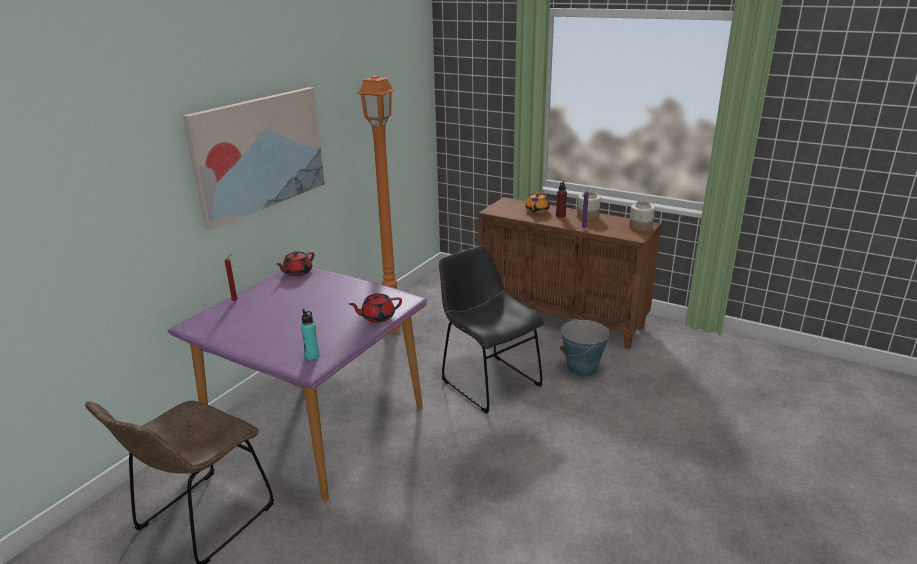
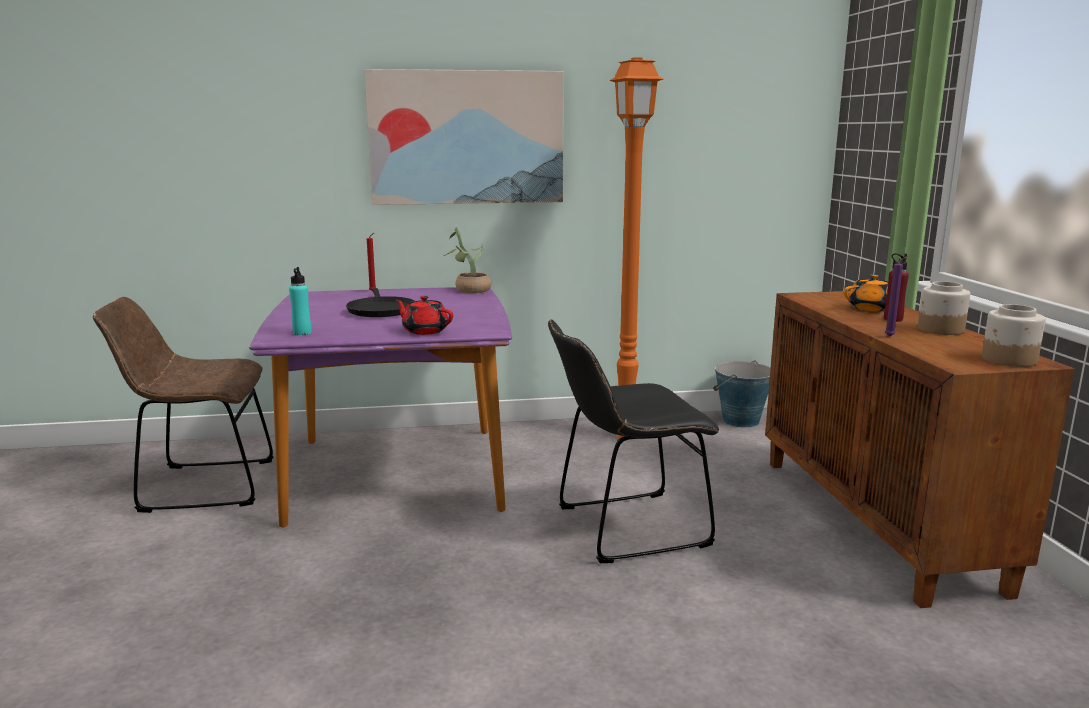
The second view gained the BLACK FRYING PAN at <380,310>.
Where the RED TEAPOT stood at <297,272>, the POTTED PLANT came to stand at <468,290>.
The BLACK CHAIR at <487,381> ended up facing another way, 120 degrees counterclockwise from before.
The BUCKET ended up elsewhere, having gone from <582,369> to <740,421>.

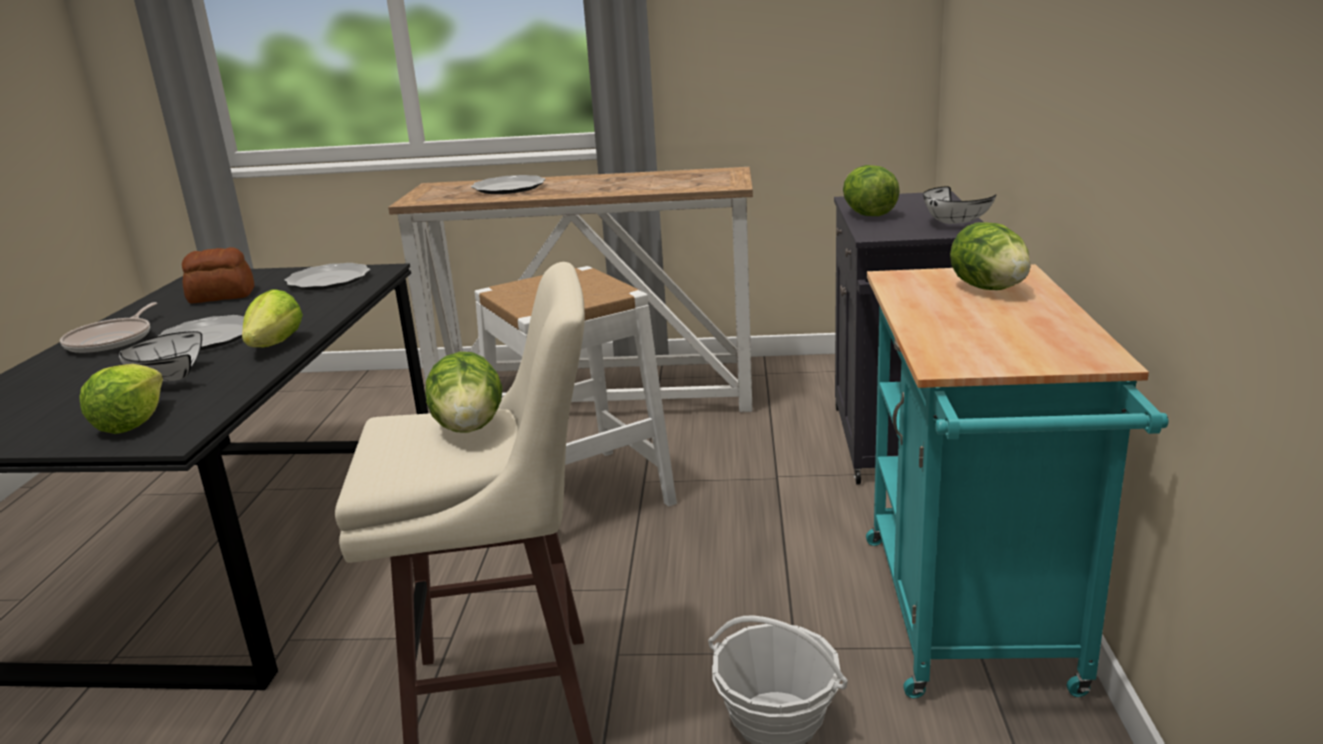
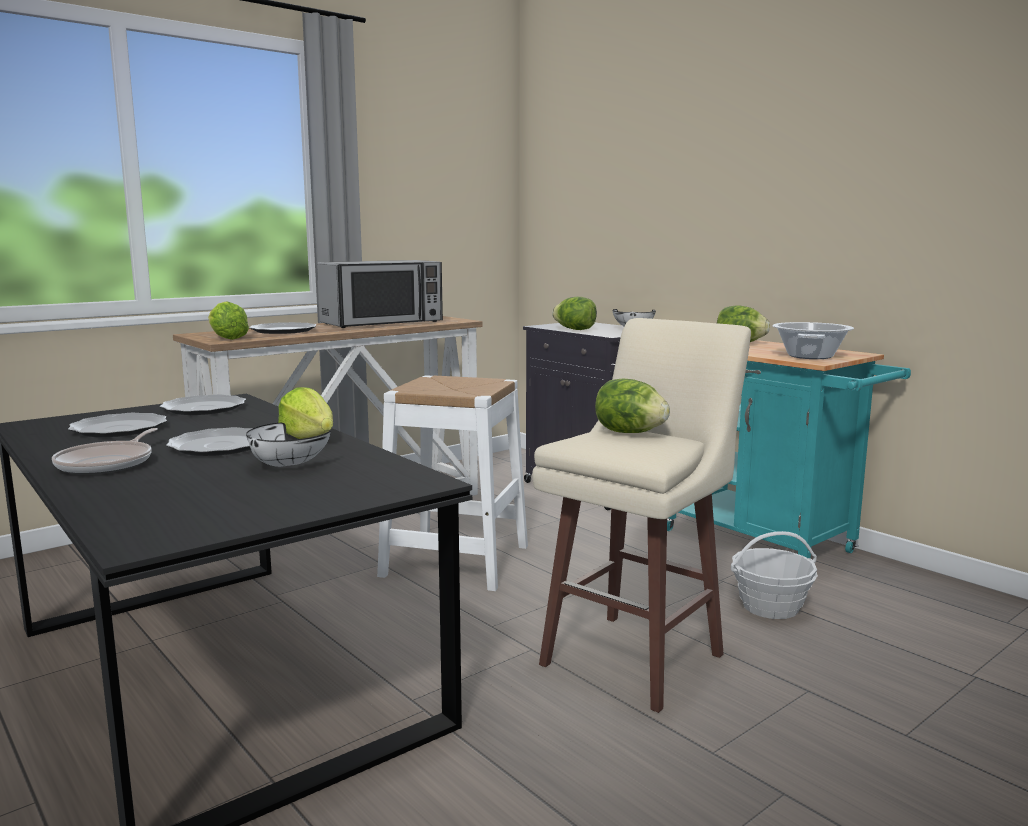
The FRYING PAN at <113,340> ended up facing another way, 45 degrees clockwise from before.
Where the BREAD stood at <222,296>, the PLATE came to stand at <120,429>.
The LETTUCE ended up elsewhere, having gone from <132,422> to <227,338>.
The second view gained the MICROWAVE at <383,322>.
The second view gained the COOKING POT at <809,356>.

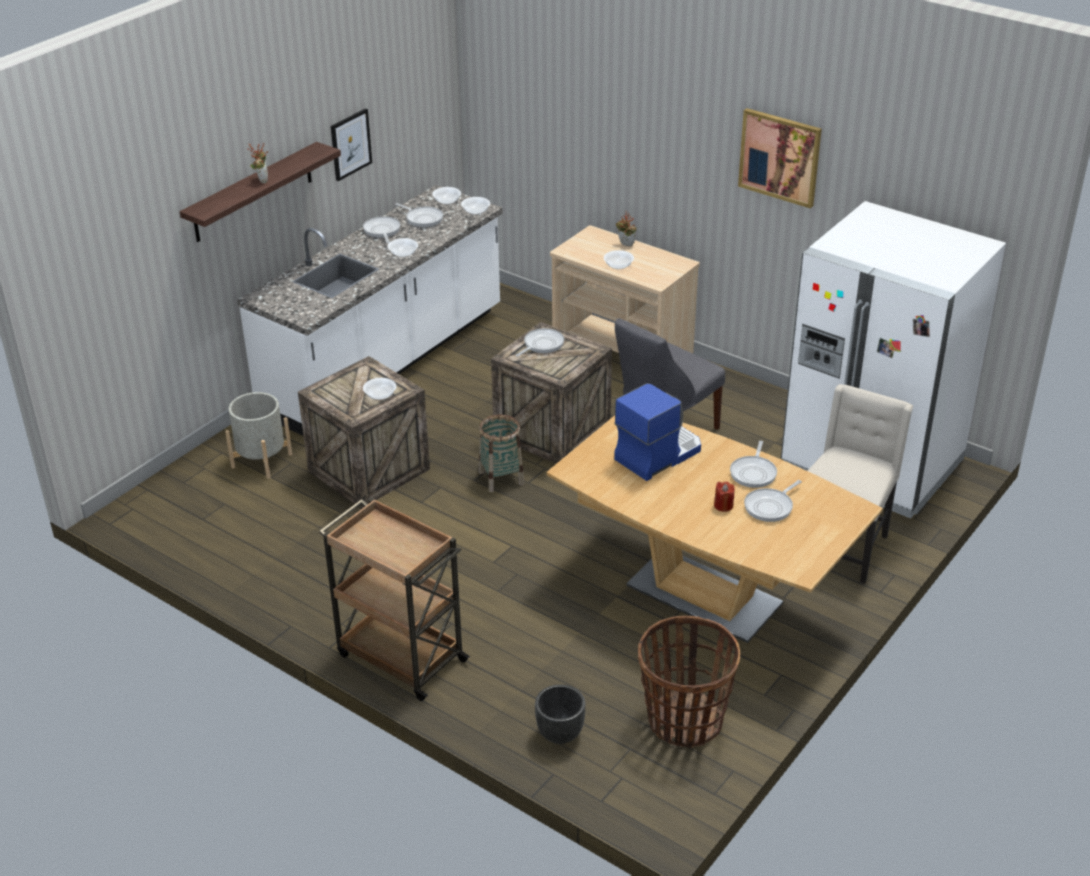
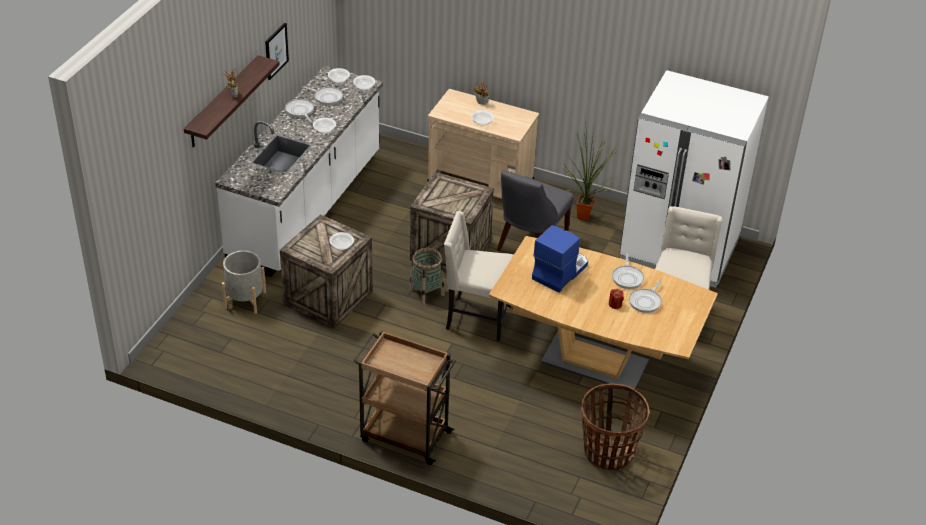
The second view gained the BEIGE CHAIR at <476,318>.
The second view gained the POTTED PLANT at <584,215>.
The second view lost the FRYING PAN at <541,345>.
The second view lost the BLACK PLANTER at <560,734>.
The second view lost the PICTURE at <780,157>.

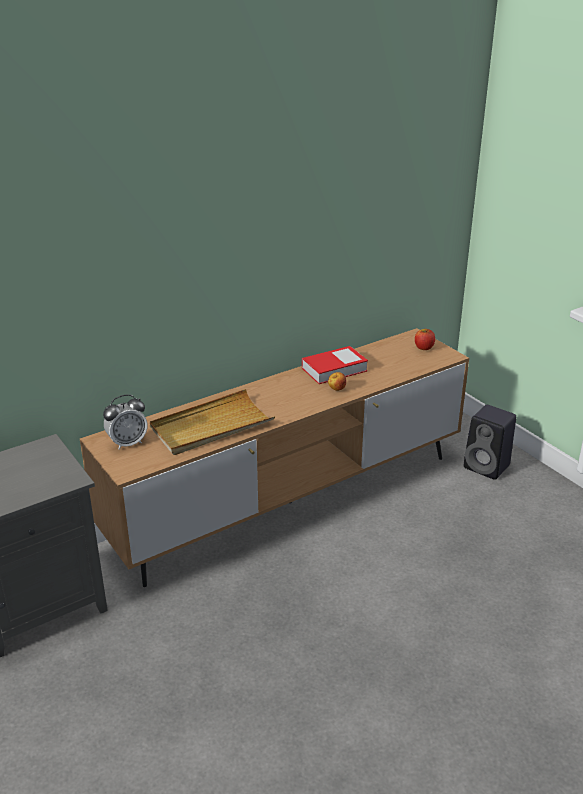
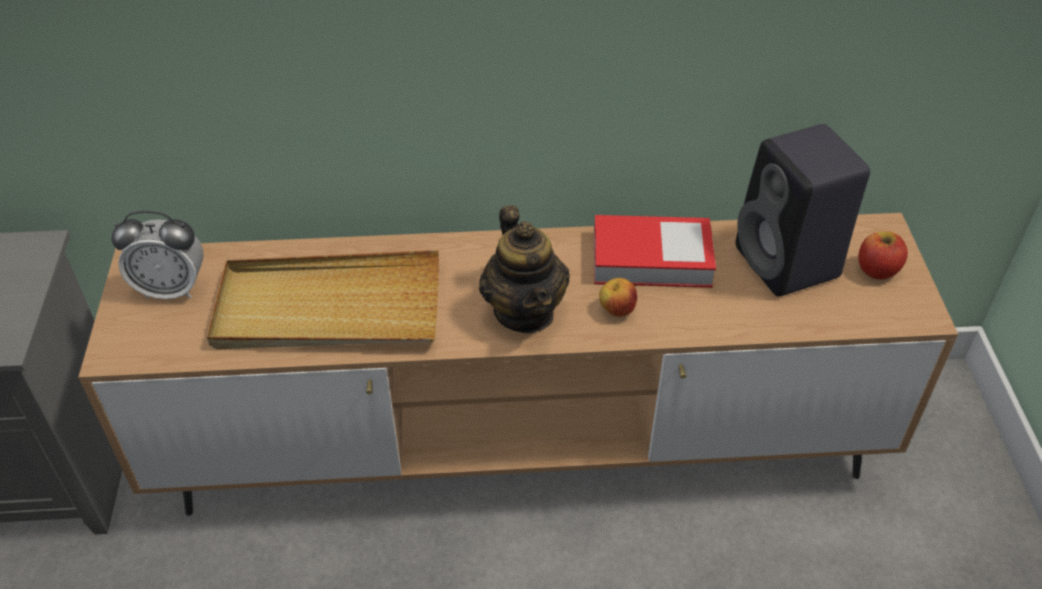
The second view gained the TEAPOT at <525,311>.
The BLACK SPEAKER ended up elsewhere, having gone from <488,467> to <789,264>.

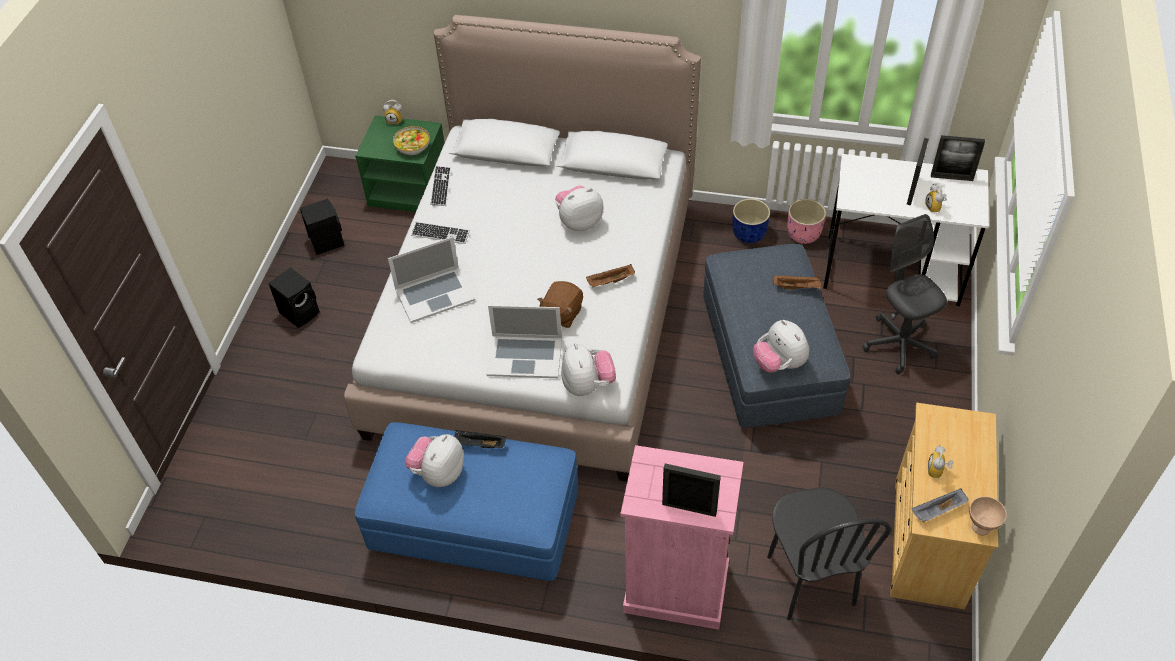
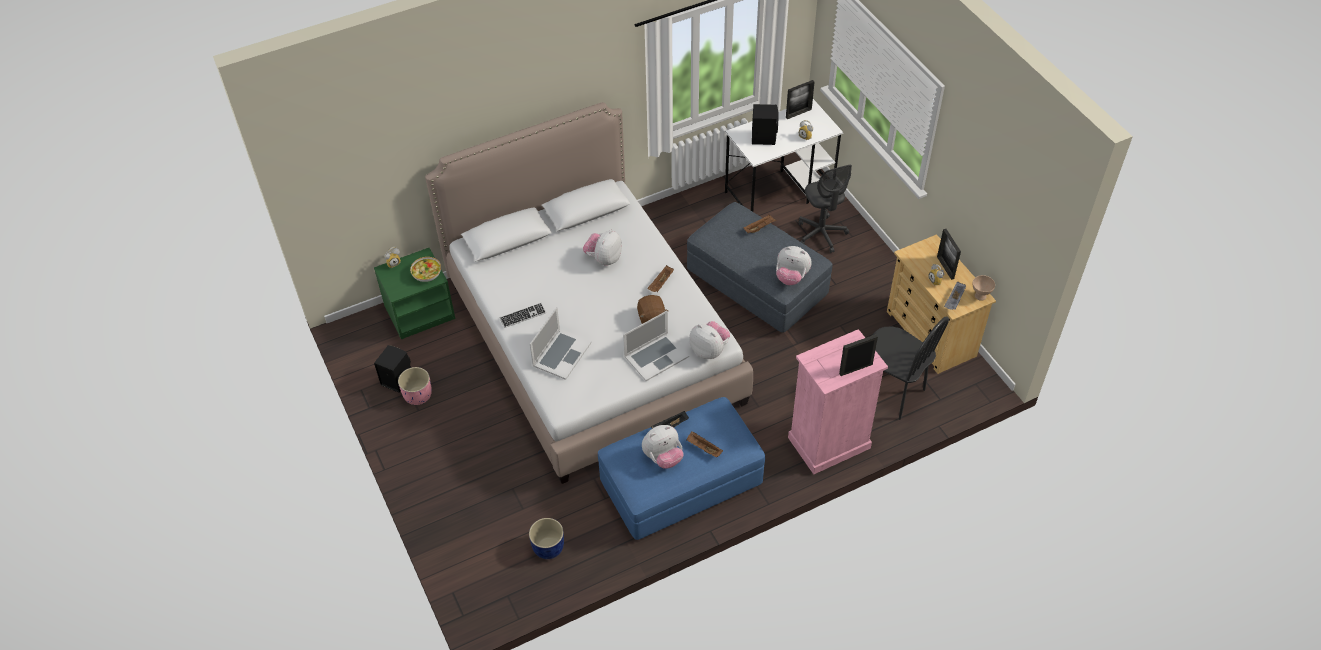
The PINK PLANTER ended up elsewhere, having gone from <804,234> to <418,395>.
The BLUE PLANTER ended up elsewhere, having gone from <748,233> to <548,547>.
The PLUSH TOY at <438,473> ended up facing another way, 105 degrees counterclockwise from before.
The second view gained the BROWN TRAY at <703,448>.
The BLACK SPEAKER ended up elsewhere, having gone from <301,312> to <763,137>.
The GREY OFFICE CHAIR at <899,344> ended up facing another way, 135 degrees counterclockwise from before.
The PICTURE FRAME ended up elsewhere, having gone from <912,191> to <945,267>.
The second view lost the KEYBOARD at <440,187>.

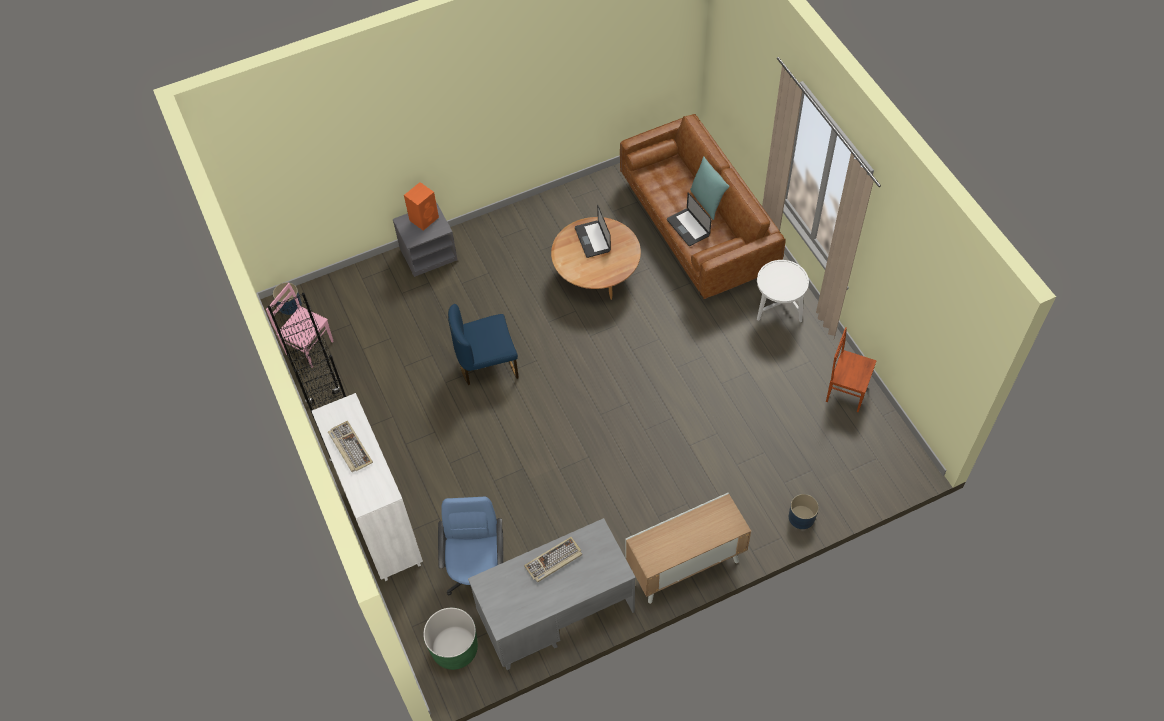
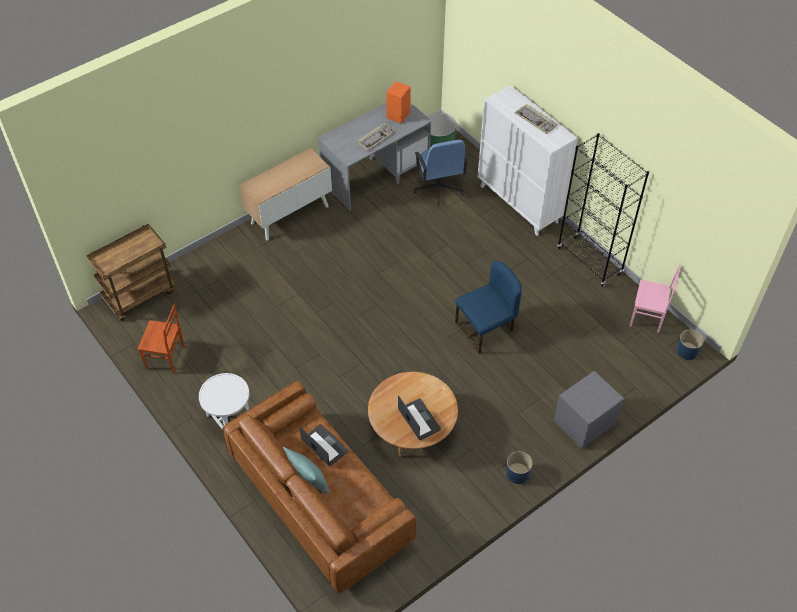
The second view gained the BROWN CART at <140,295>.
The ORANGE SPEAKER ended up elsewhere, having gone from <424,218> to <398,115>.
The BLUE PLANTER ended up elsewhere, having gone from <801,517> to <517,473>.

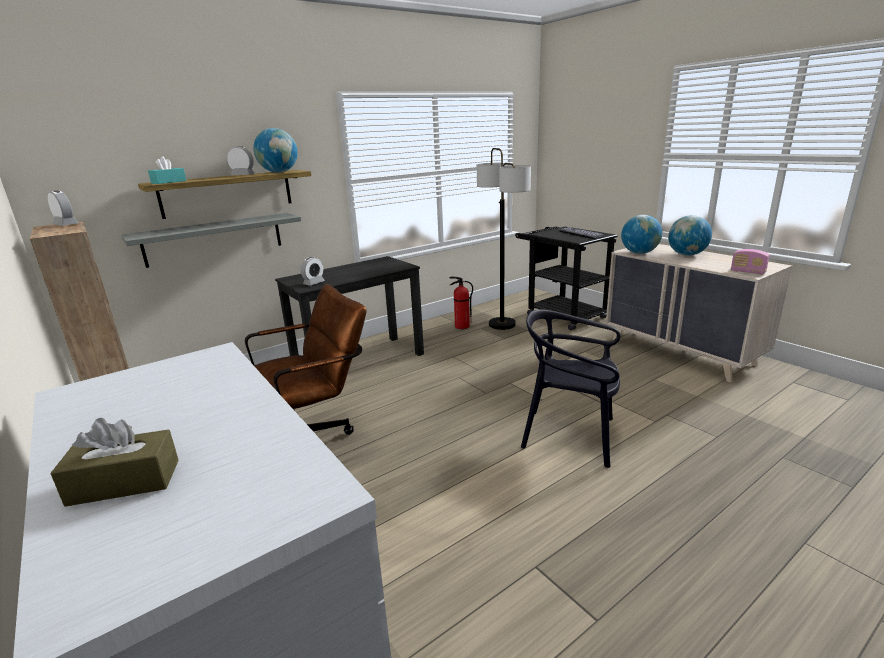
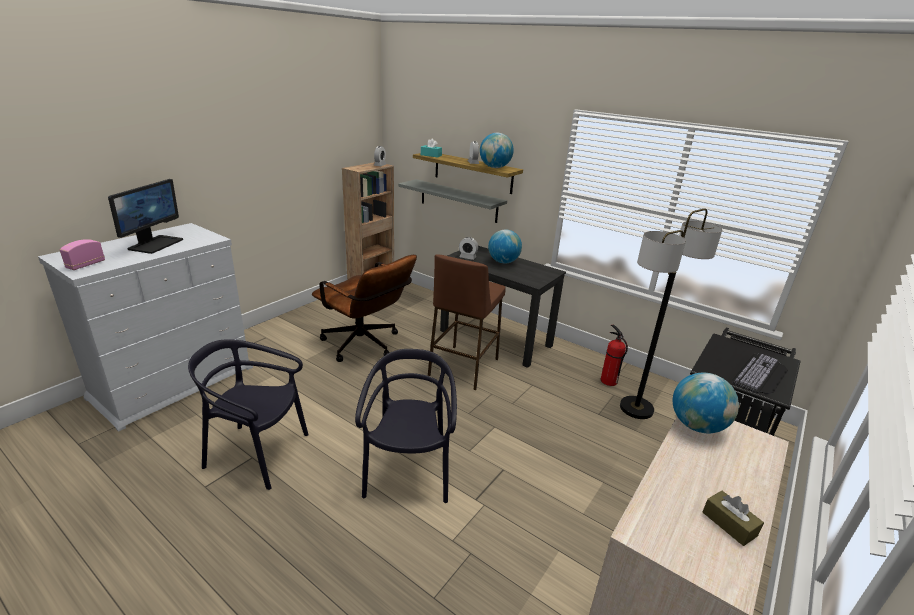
The RADIO ended up elsewhere, having gone from <747,272> to <86,265>.
The second view gained the MONITOR at <155,244>.
The second view gained the BLACK CHAIR at <257,453>.
The second view gained the BROWN STOOL at <463,367>.
The GLOBE ended up elsewhere, having gone from <687,255> to <503,262>.
The BROWN TISSUE BOX ended up elsewhere, having gone from <124,482> to <729,524>.

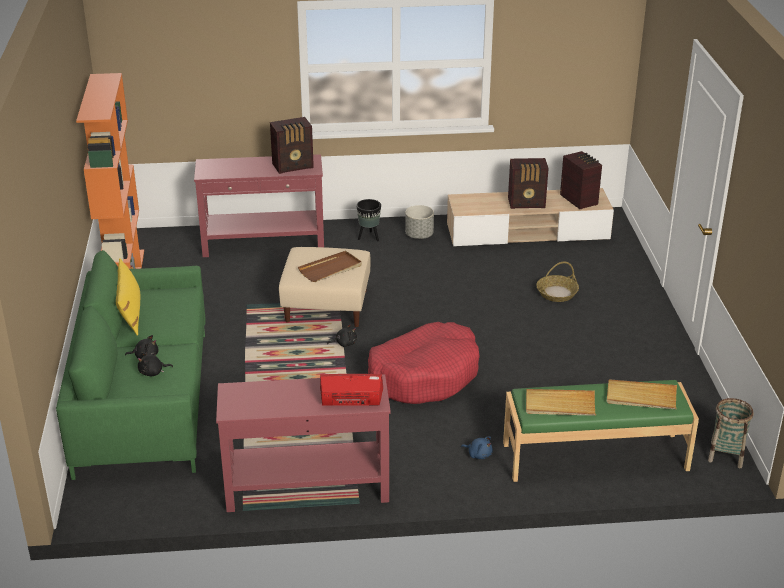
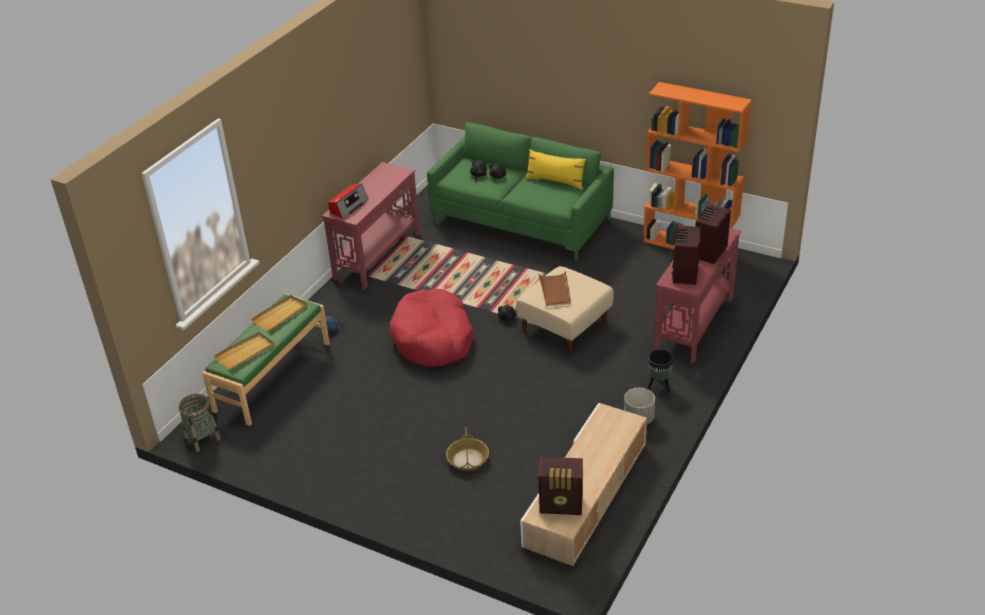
The RADIO ended up elsewhere, having gone from <527,203> to <709,252>.

